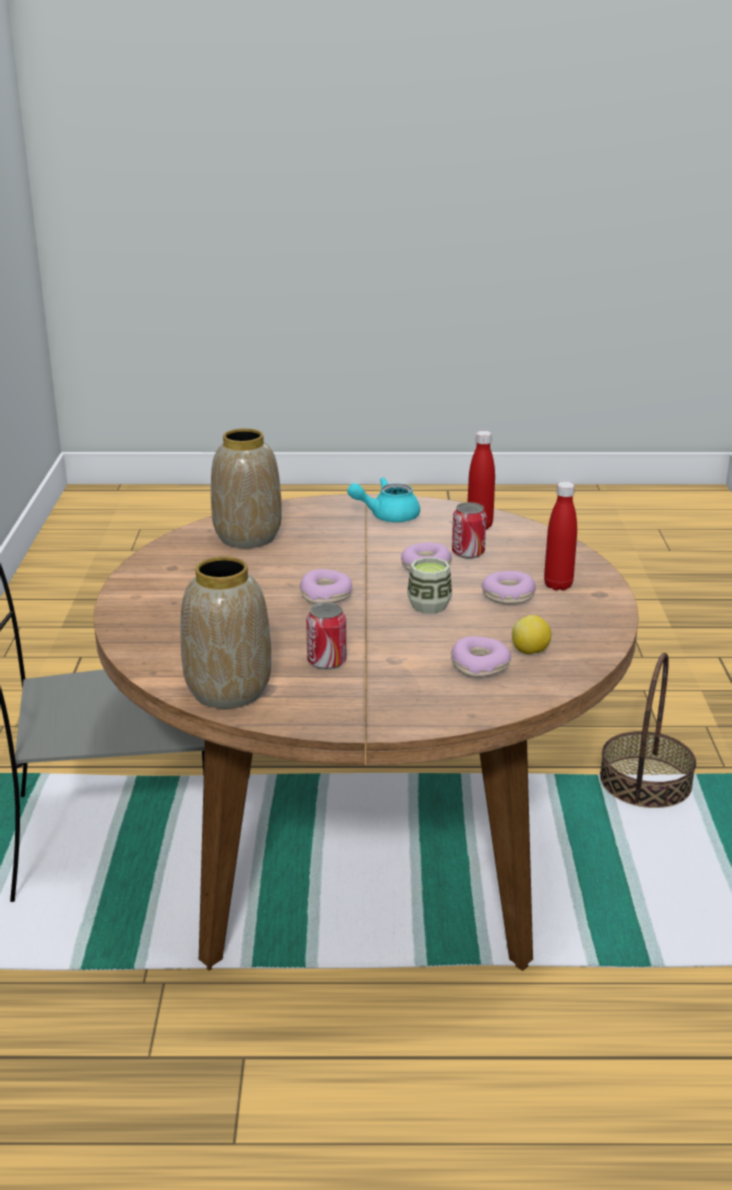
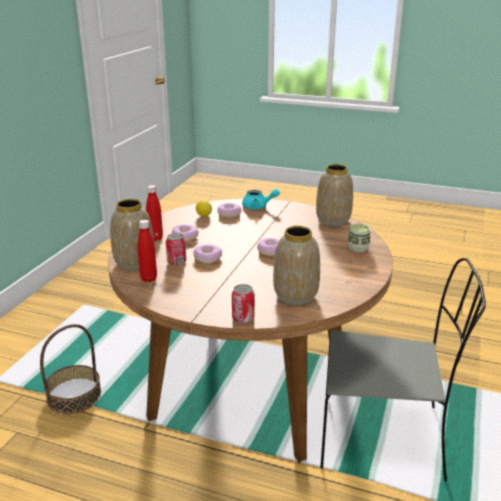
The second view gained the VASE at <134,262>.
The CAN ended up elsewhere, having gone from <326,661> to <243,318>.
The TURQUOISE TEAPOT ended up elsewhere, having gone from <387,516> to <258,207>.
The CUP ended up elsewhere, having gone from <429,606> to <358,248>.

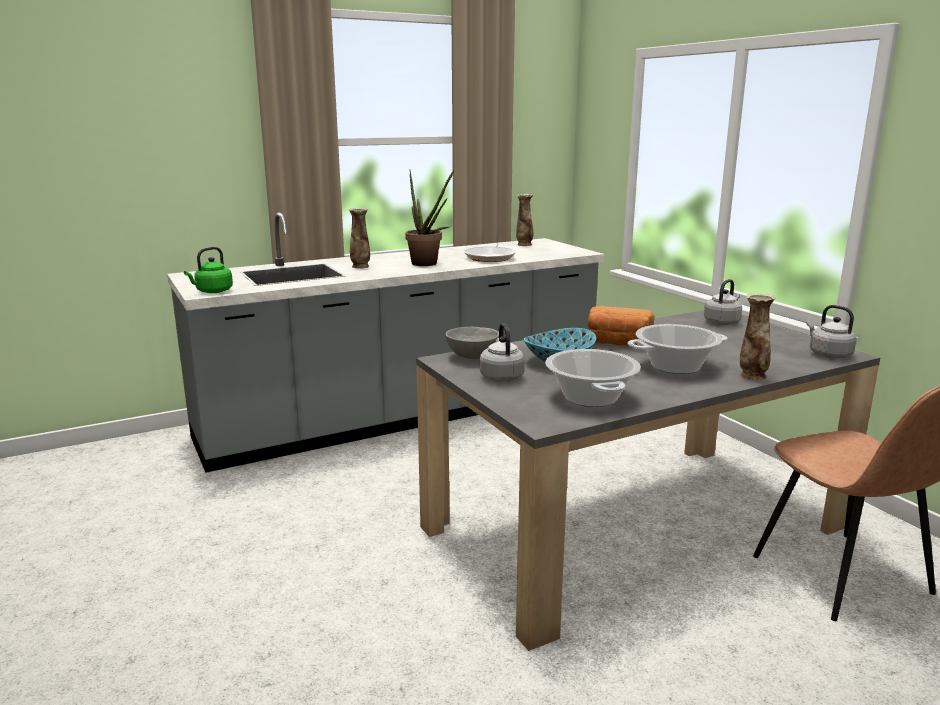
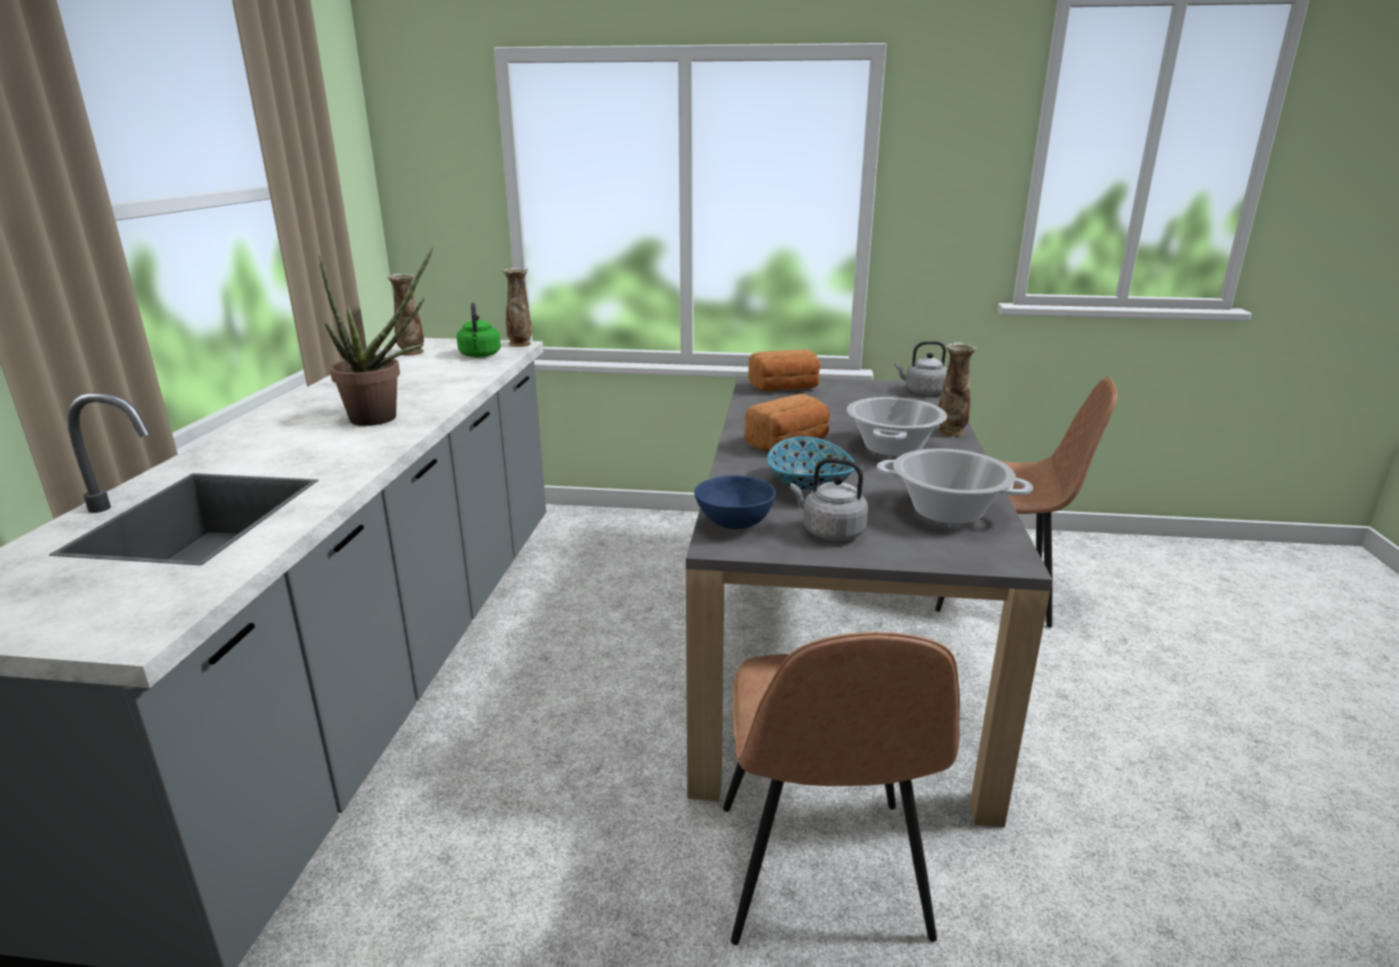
The GREEN KETTLE ended up elsewhere, having gone from <212,291> to <480,355>.
The VASE ended up elsewhere, having gone from <360,266> to <520,344>.
What was the GREY BOWL at <471,357> turned into the BLUE BOWL at <733,524>.
The second view gained the BROWN CHAIR at <820,874>.
Where the GREY KETTLE stood at <722,322>, the BREAD came to stand at <785,388>.
The second view lost the FRYING PAN at <490,257>.

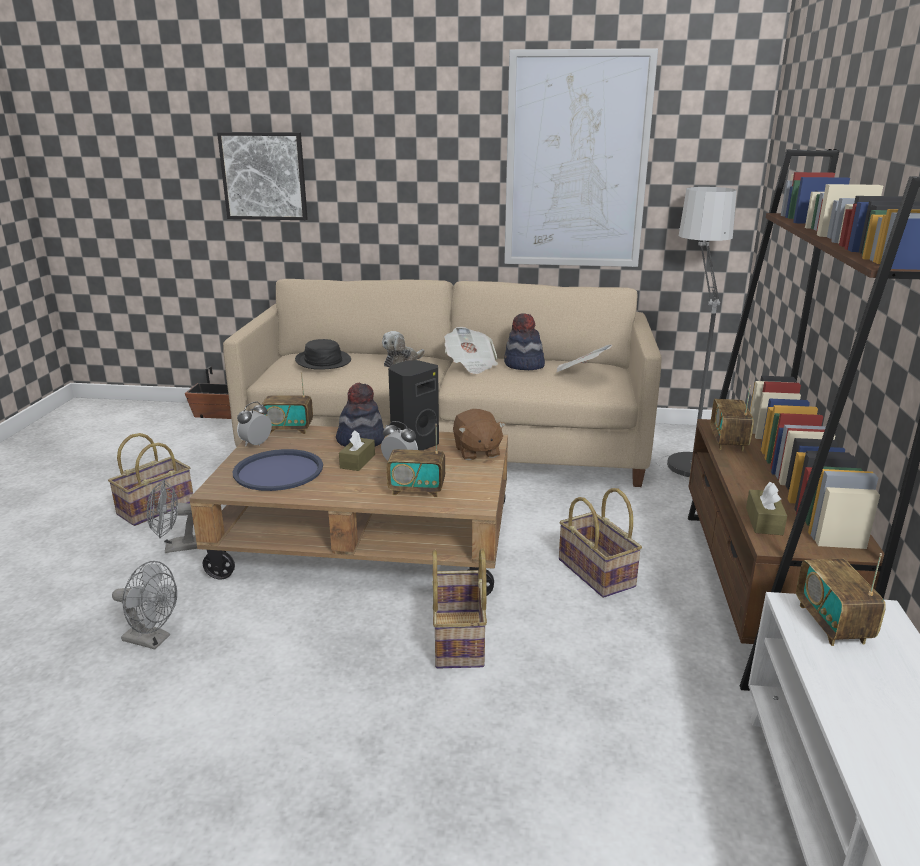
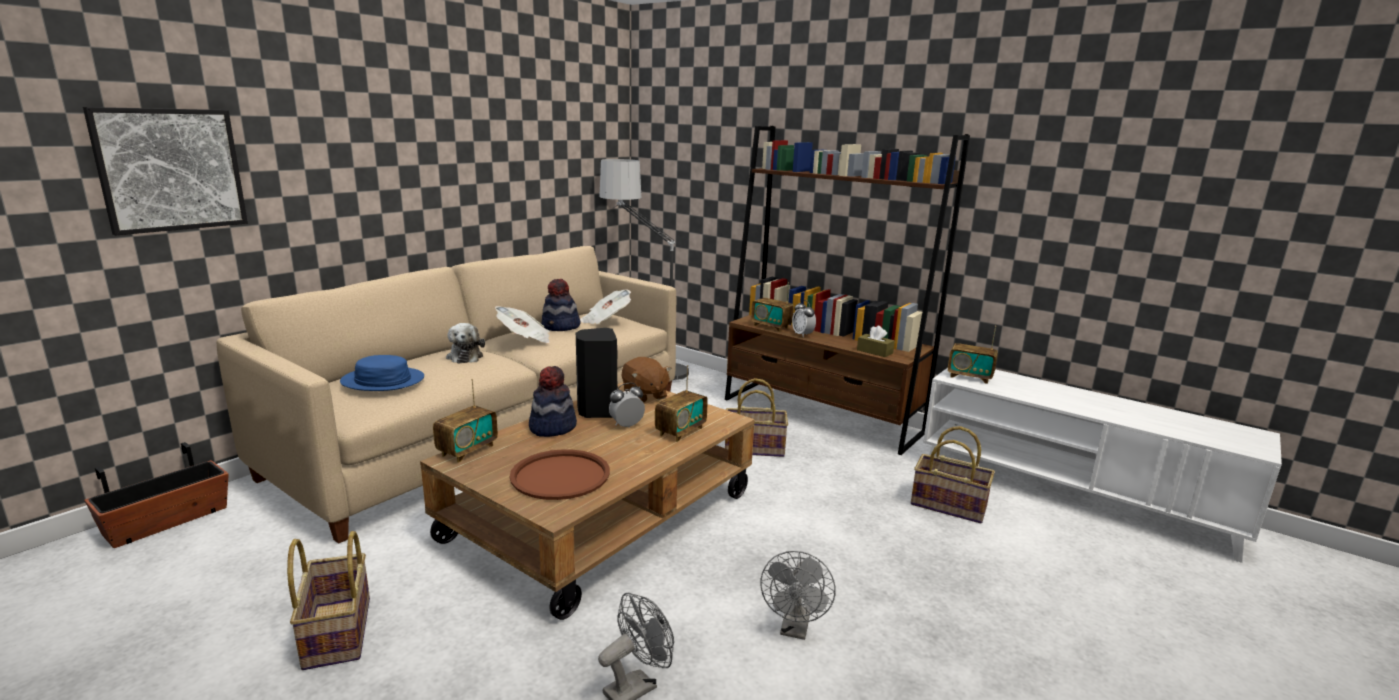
What was the BLACK HAT at <323,361> turned into the BLUE HAT at <383,381>.
What was the BLUE TRAY at <278,471> turned into the BROWN TRAY at <560,475>.
The BROWN PLUSH TOY at <476,452> ended up facing another way, 45 degrees clockwise from before.
The GREY FAN ended up elsewhere, having gone from <176,547> to <795,629>.
The ALARM CLOCK ended up elsewhere, having gone from <256,444> to <802,334>.
The BASKET ended up elsewhere, having gone from <459,639> to <949,505>.
The second view lost the BROWN TISSUE BOX at <357,461>.
The second view lost the PICTURE at <576,162>.

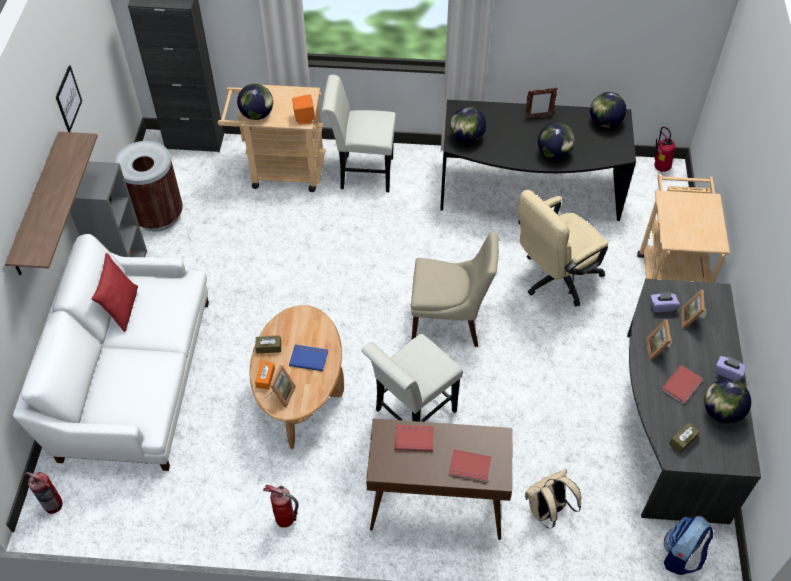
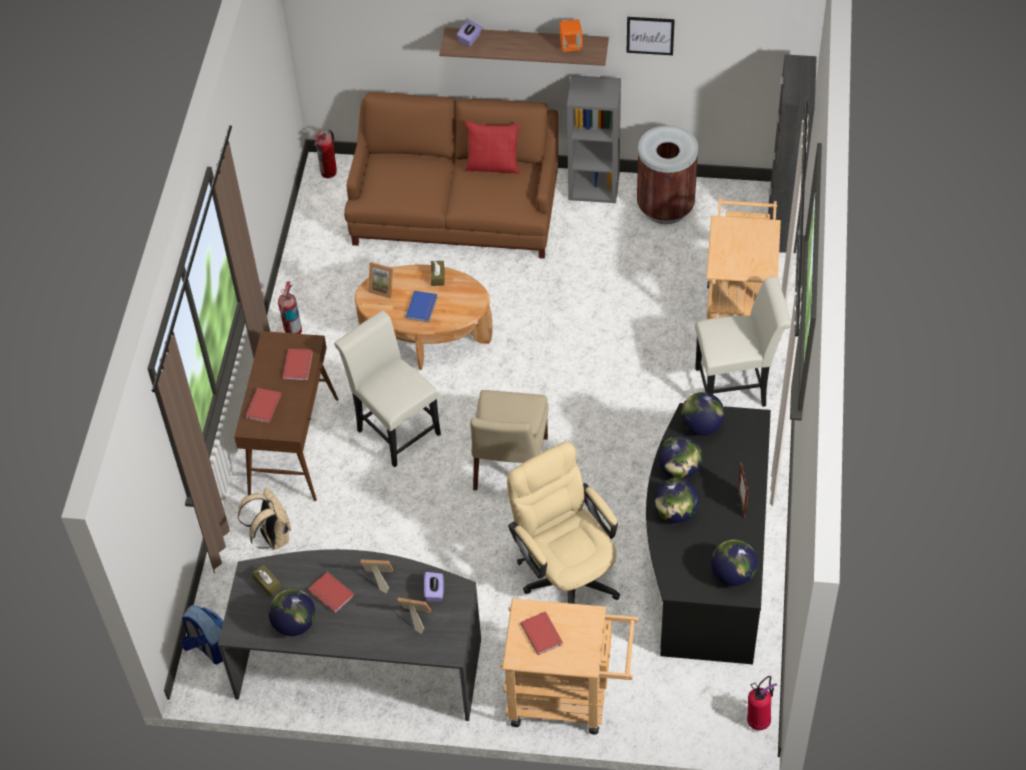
What was the WHITE SOFA at <131,377> turned into the BROWN SOFA at <456,208>.
The PURPLE TISSUE BOX ended up elsewhere, having gone from <728,372> to <470,39>.
The second view gained the RED BOOK at <542,633>.
The ORANGE SPEAKER ended up elsewhere, having gone from <304,118> to <571,45>.
The GLOBE ended up elsewhere, having gone from <257,115> to <679,470>.
The WHITE CHAIR at <361,173> ended up facing another way, 75 degrees clockwise from before.
The second view lost the ORANGE TISSUE BOX at <265,378>.

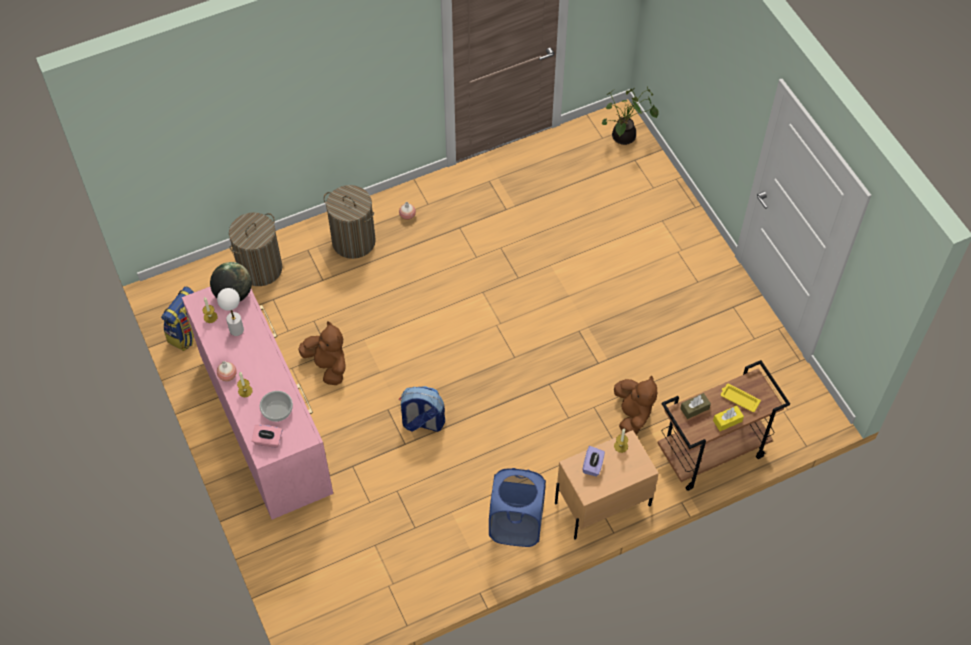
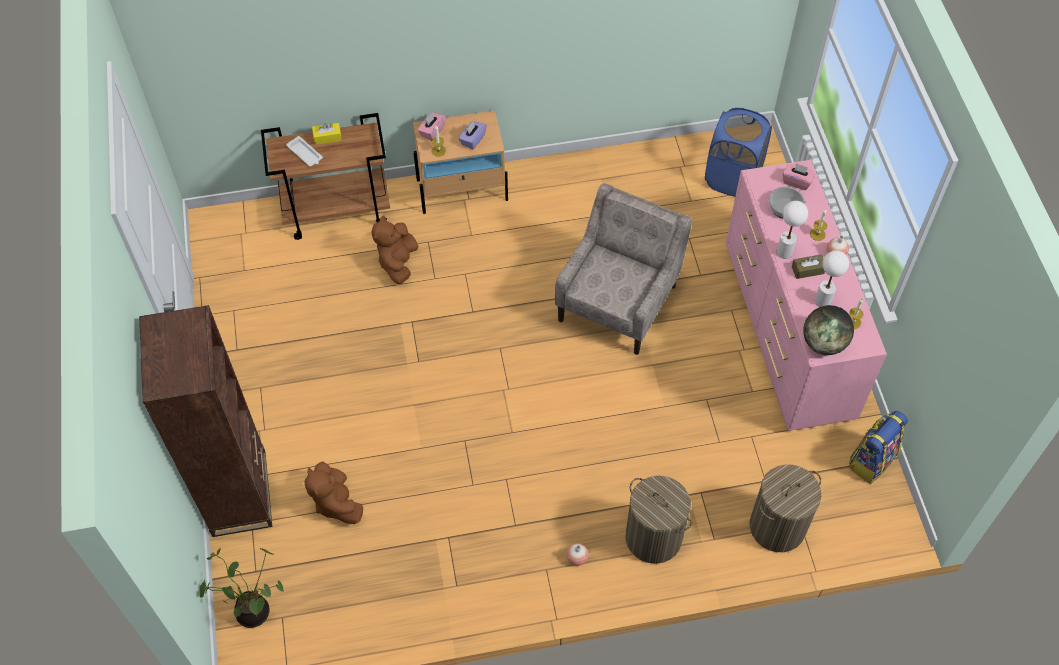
The second view gained the BROWN BOOKCASE at <239,493>.
What was the YELLOW TRAY at <739,399> turned into the WHITE TRAY at <305,154>.
The BROWN PLUSH TOY ended up elsewhere, having gone from <327,365> to <336,502>.
The second view gained the PINK TISSUE BOX at <432,131>.
Where the BACKPACK stood at <422,422>, the BEIGE ARMCHAIR came to stand at <618,302>.
The BLUE LAUNDRY BASKET ended up elsewhere, having gone from <516,525> to <733,178>.
The second view gained the WHITE TABLE LAMP at <784,252>.
The BROWN TISSUE BOX ended up elsewhere, having gone from <694,408> to <807,270>.

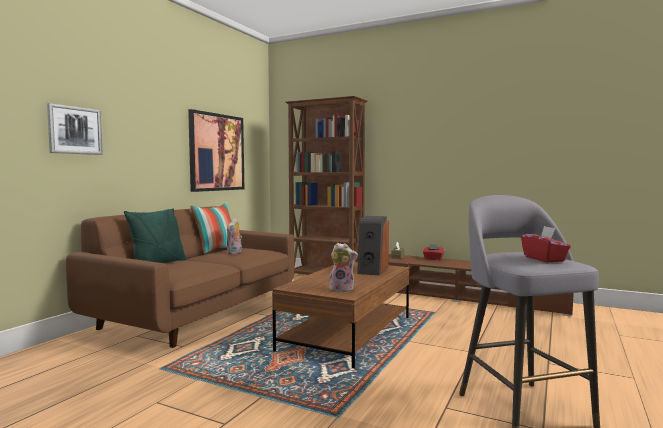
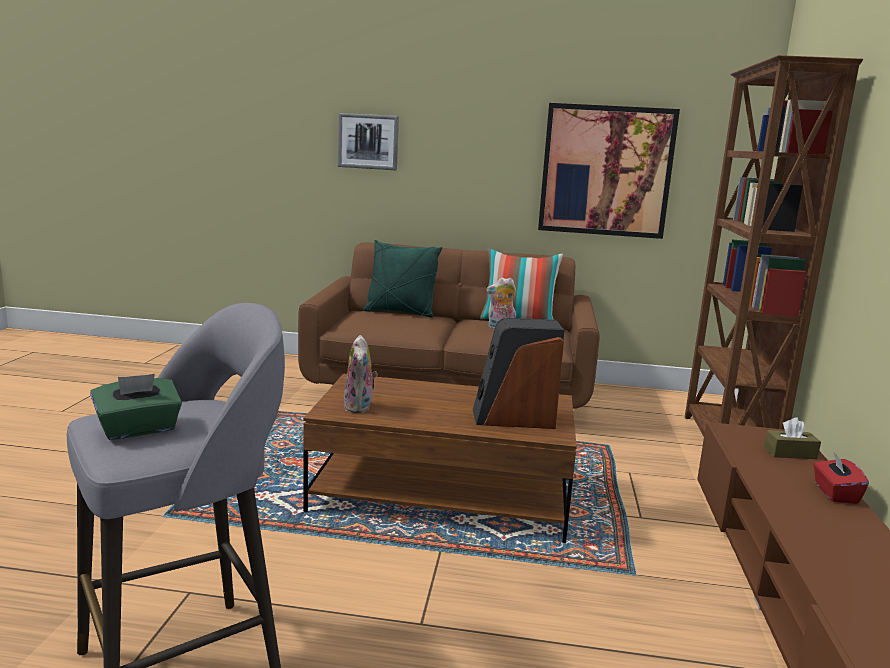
What was the RED TISSUE BOX at <544,259> turned into the GREEN TISSUE BOX at <138,430>.

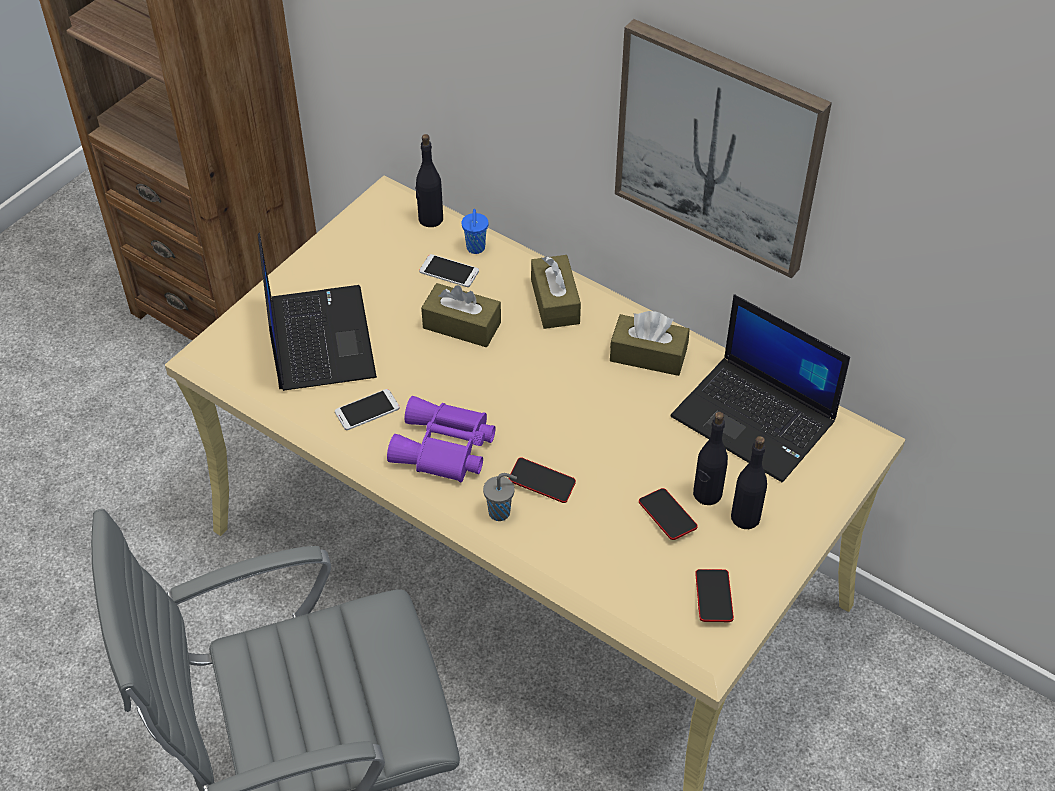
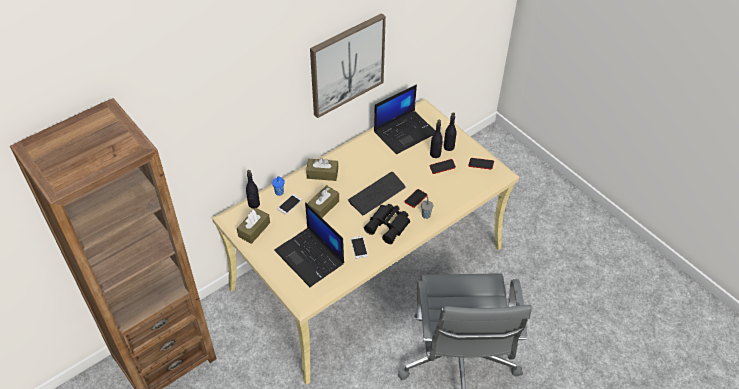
The BROWN TISSUE BOX ended up elsewhere, having gone from <648,355> to <254,229>.
The LAPTOP at <318,338> ended up facing another way, 135 degrees counterclockwise from before.
The second view gained the KEYBOARD at <377,194>.
What was the PURPLE BINOCULARS at <444,449> turned into the BLACK BINOCULARS at <389,226>.

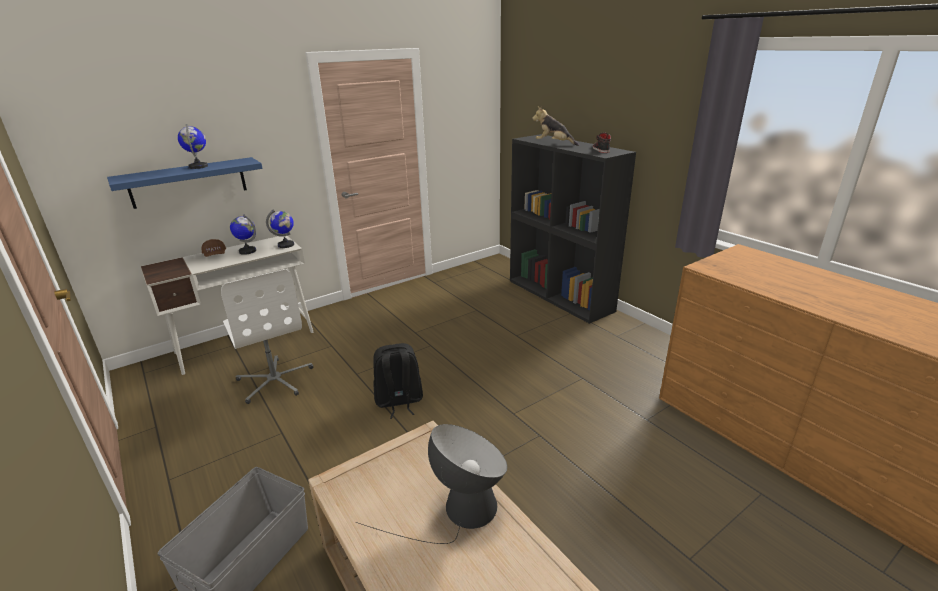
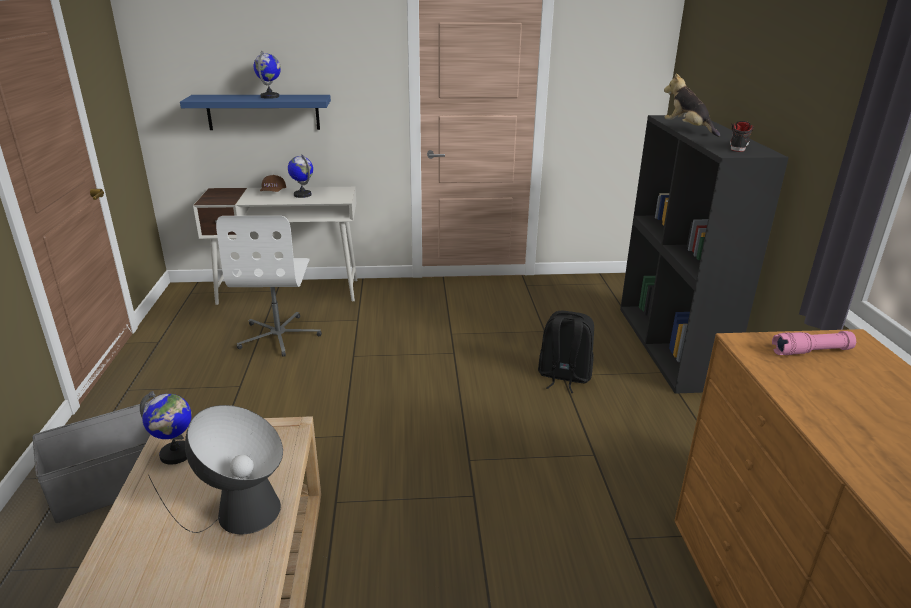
The GLOBE ended up elsewhere, having gone from <286,245> to <176,454>.
The BLACK BACKPACK ended up elsewhere, having gone from <398,401> to <563,377>.
The second view gained the PINK FLASHLIGHT at <811,351>.

